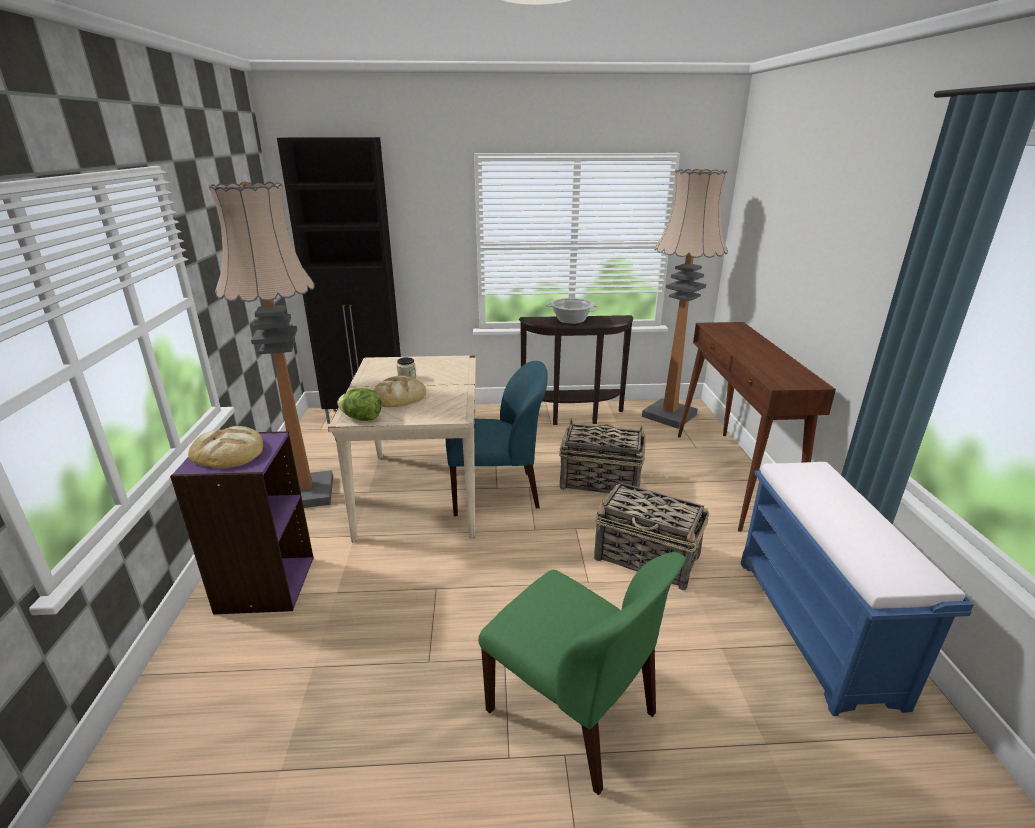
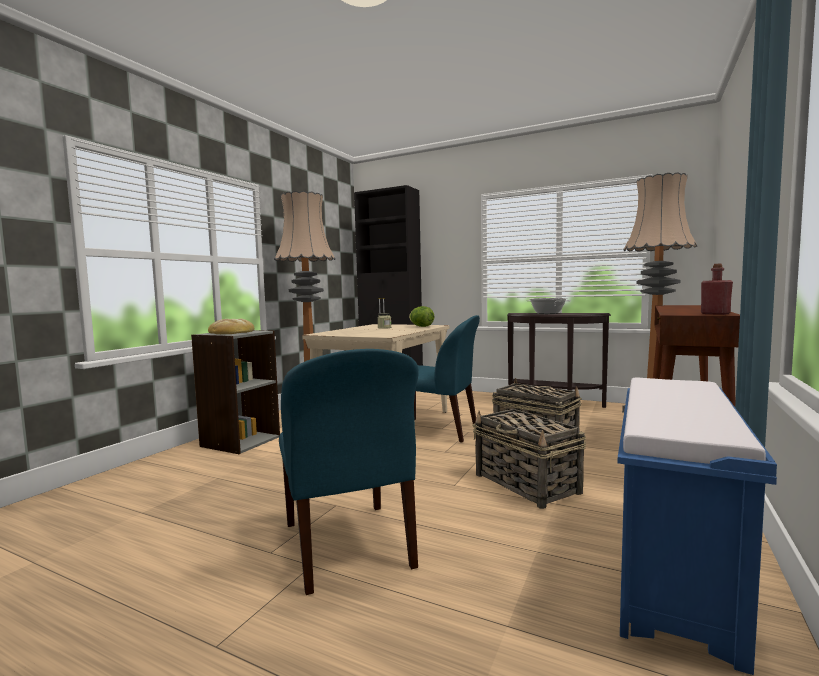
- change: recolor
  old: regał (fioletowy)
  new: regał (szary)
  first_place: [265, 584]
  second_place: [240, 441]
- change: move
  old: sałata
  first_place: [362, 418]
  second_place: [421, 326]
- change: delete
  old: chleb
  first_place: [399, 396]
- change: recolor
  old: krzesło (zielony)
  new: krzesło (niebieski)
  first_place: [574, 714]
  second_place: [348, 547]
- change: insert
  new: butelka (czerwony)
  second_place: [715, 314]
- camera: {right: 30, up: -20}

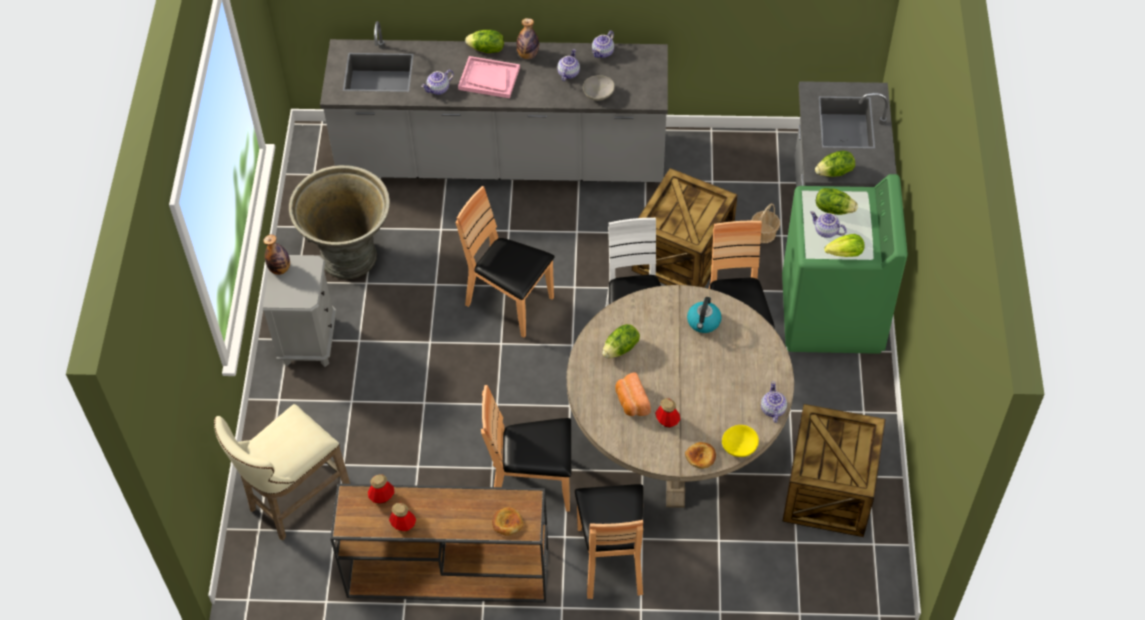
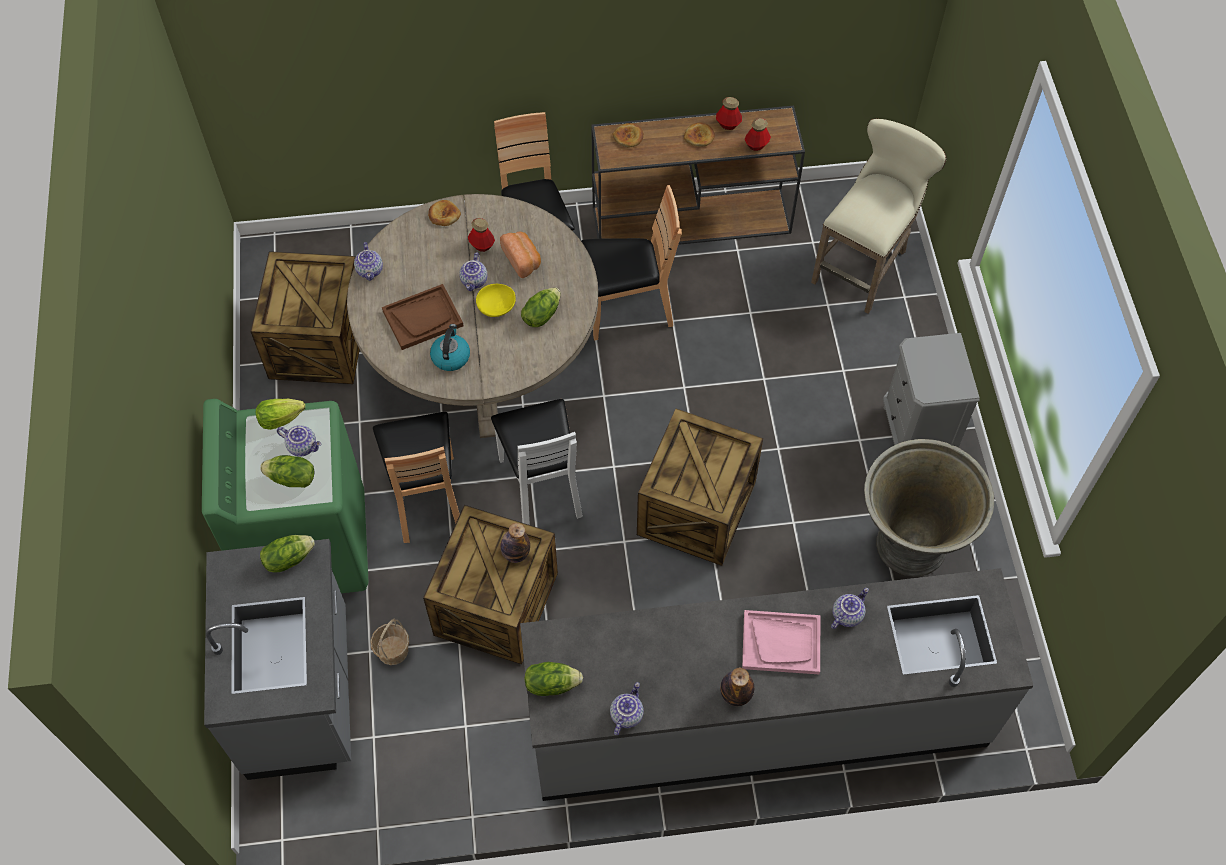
- change: move
  old: butelka
  first_place: [280, 269]
  second_place: [516, 553]
- change: replace
  old: krzesło (brązowy)
  new: skrzynka
  first_place: [509, 303]
  second_place: [698, 509]
- change: move
  old: sałata
  first_place: [486, 49]
  second_place: [551, 683]
- change: move
  old: imbryk
  first_place: [568, 73]
  second_place: [474, 281]
- change: delete
  old: miska (szary)
  first_place: [598, 94]
- change: move
  old: miska (żółty)
  first_place: [739, 447]
  second_place: [496, 307]
- change: insert
  new: taca (brązowy)
  second_place: [423, 318]
- change: insert
  new: chleb
  second_place: [699, 136]
- camera: {right: 170, up: 5}

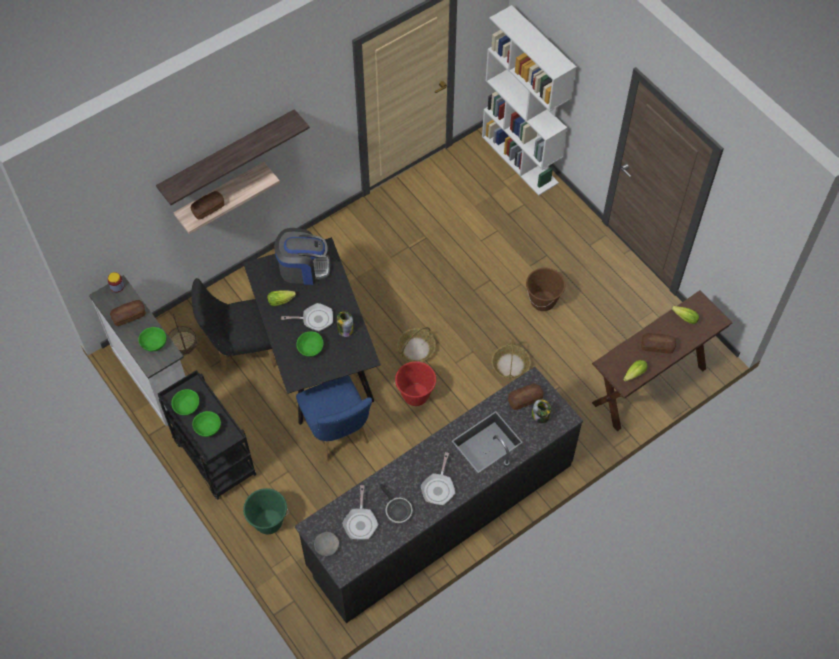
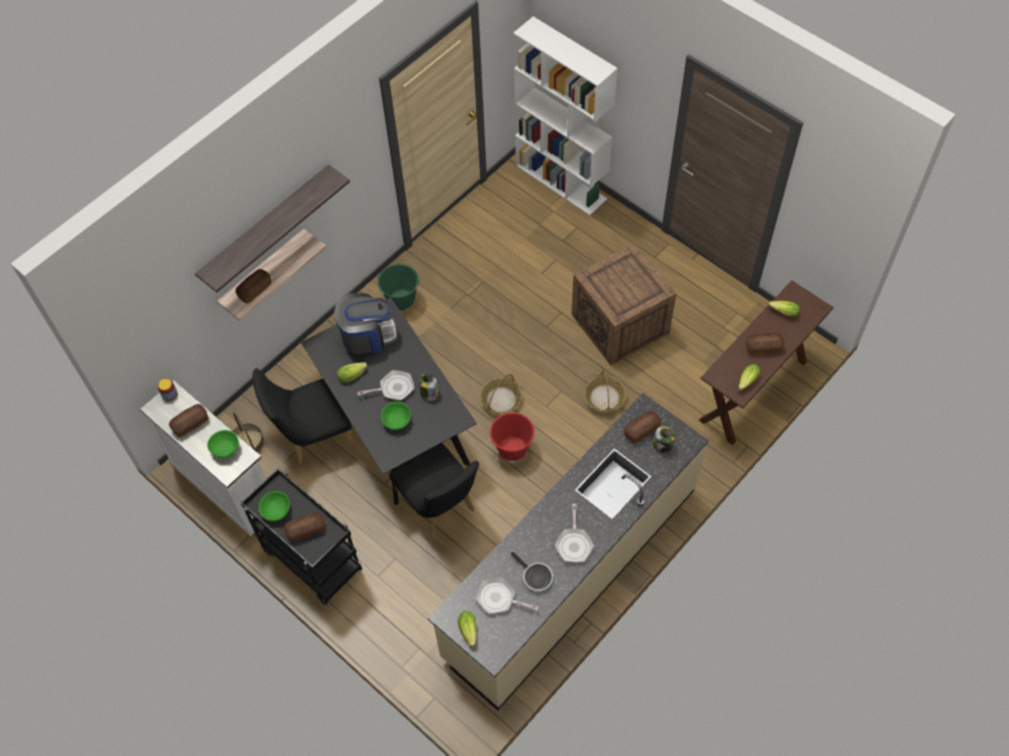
- change: replace
  old: miska (zielony)
  new: chleb
  first_place: [208, 428]
  second_place: [305, 530]
- change: move
  old: wiadro (zielony)
  first_place: [268, 522]
  second_place: [401, 300]
- change: recolor
  old: zabudowa kuchenna (czarny)
  new: zabudowa kuchenna (beżowy)
  first_place: [440, 515]
  second_place: [570, 571]
- change: recolor
  old: krzesło (niebieski)
  new: krzesło (czarny)
  first_place: [338, 434]
  second_place: [440, 507]
- change: replace
  old: miska (szary)
  new: sałata
  first_place: [327, 545]
  second_place: [469, 632]
- change: rotate
  old: patelnia
  first_place: [360, 522]
  second_place: [499, 598]
  degrees: 120
- change: replace
  old: wiadro (brązowy)
  new: skrzynka
  first_place: [543, 301]
  second_place: [621, 324]
- camera: {right: -10, up: 0}

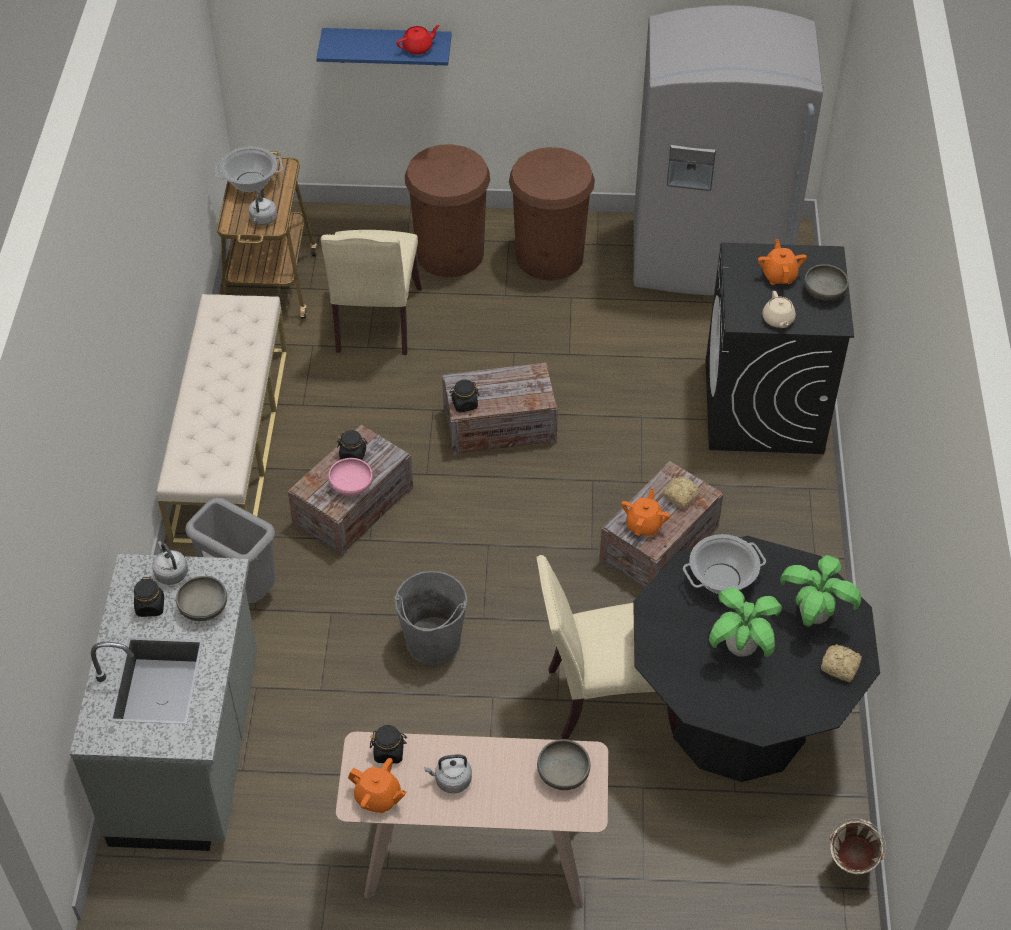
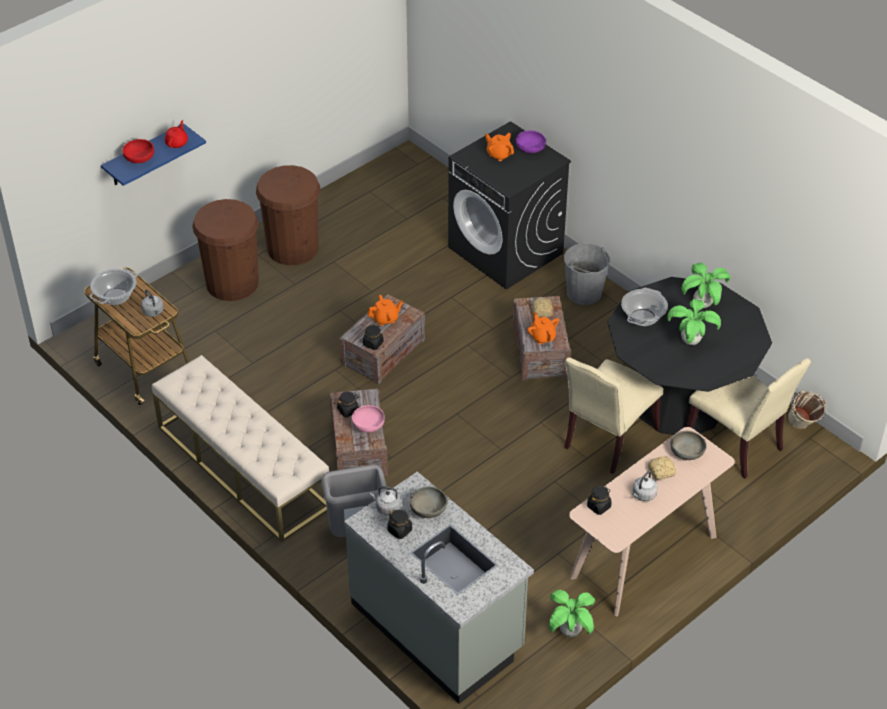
- change: move
  old: krzesło (beżowy)
  first_place: [375, 324]
  second_place: [737, 444]
- change: move
  old: imbryk (pomarańczowy)
  first_place: [378, 798]
  second_place: [385, 319]
- change: move
  old: wiadro (szary)
  first_place: [433, 642]
  second_place: [584, 293]
- change: delete
  old: lodówka (szary)
  first_place: [709, 258]
- change: delete
  old: imbryk (beżowy)
  first_place: [778, 320]
- change: recolor
  old: miska (szary)
  new: miska (fioletowy)
  first_place: [824, 292]
  second_place: [530, 149]
- change: move
  old: chleb
  first_place: [841, 667]
  second_place: [662, 471]
- change: insert
  new: miska (czerwony)
  second_place: [139, 158]
- change: insert
  new: roślina doniczkowa
  second_place: [570, 631]
- camera: {right: -45, up: -5}

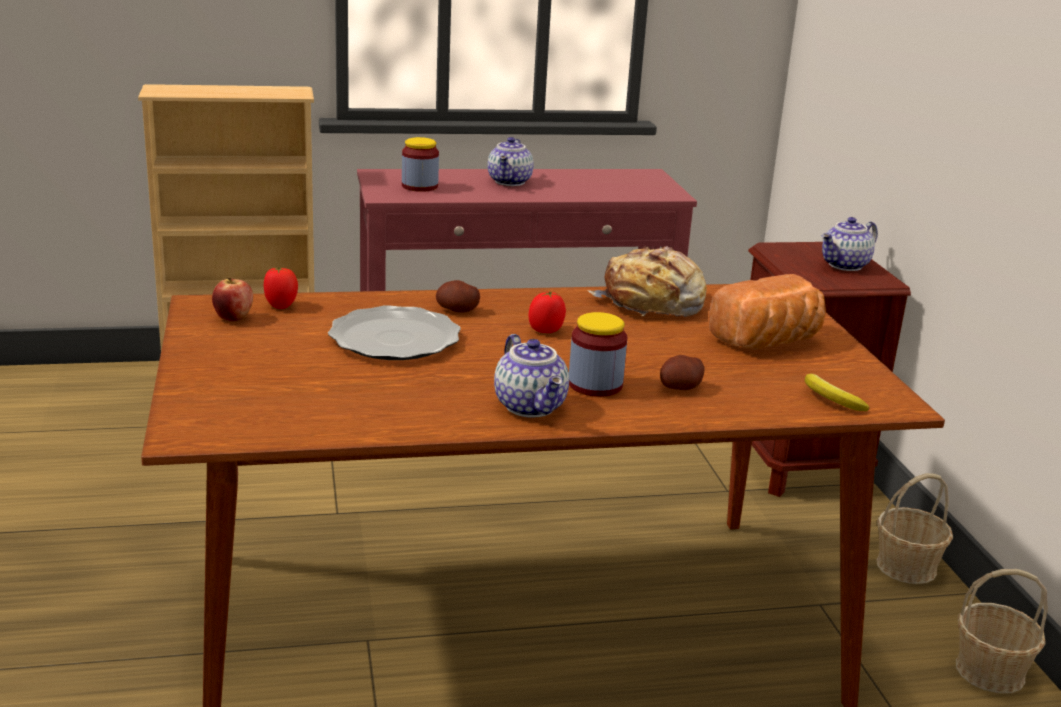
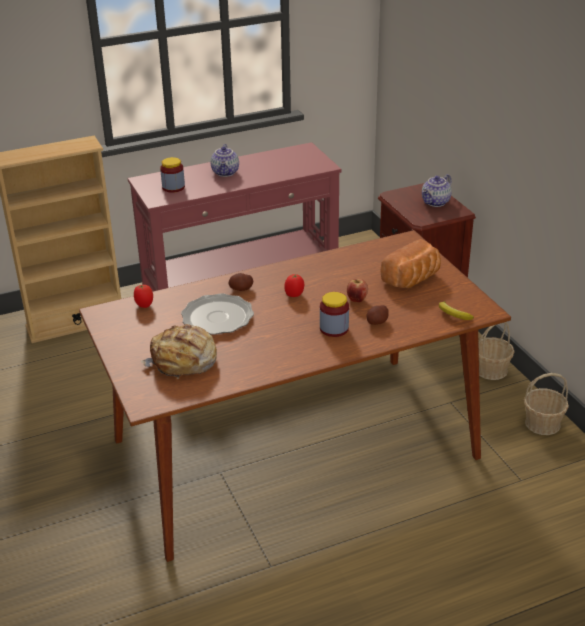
- change: move
  old: jabłko
  first_place: [233, 318]
  second_place: [357, 300]
- change: delete
  old: imbryk
  first_place: [532, 407]
- change: move
  old: chleb
  first_place: [652, 304]
  second_place: [183, 361]
- camera: {right: -10, up: 10}

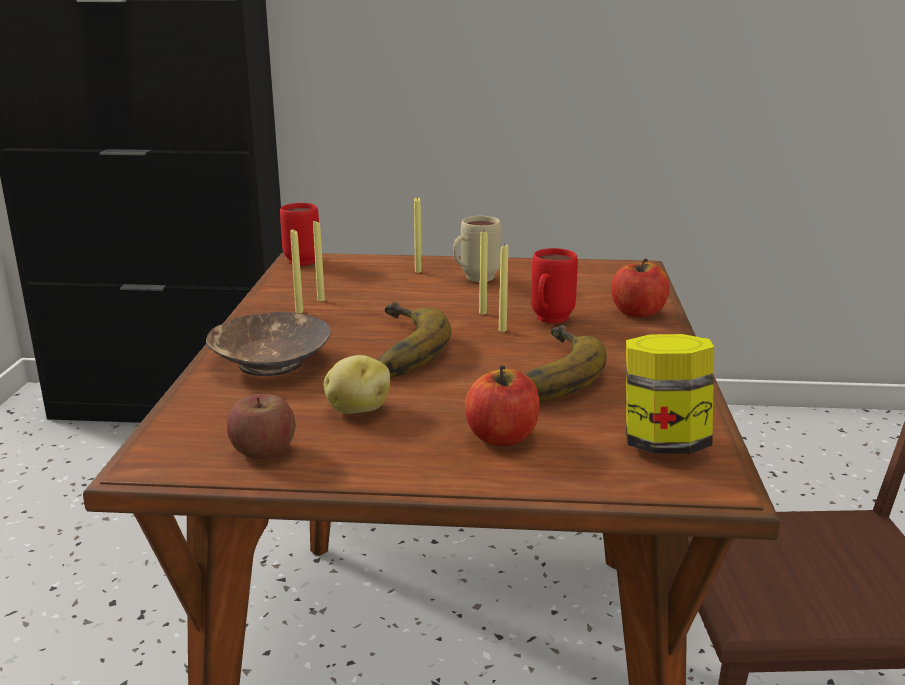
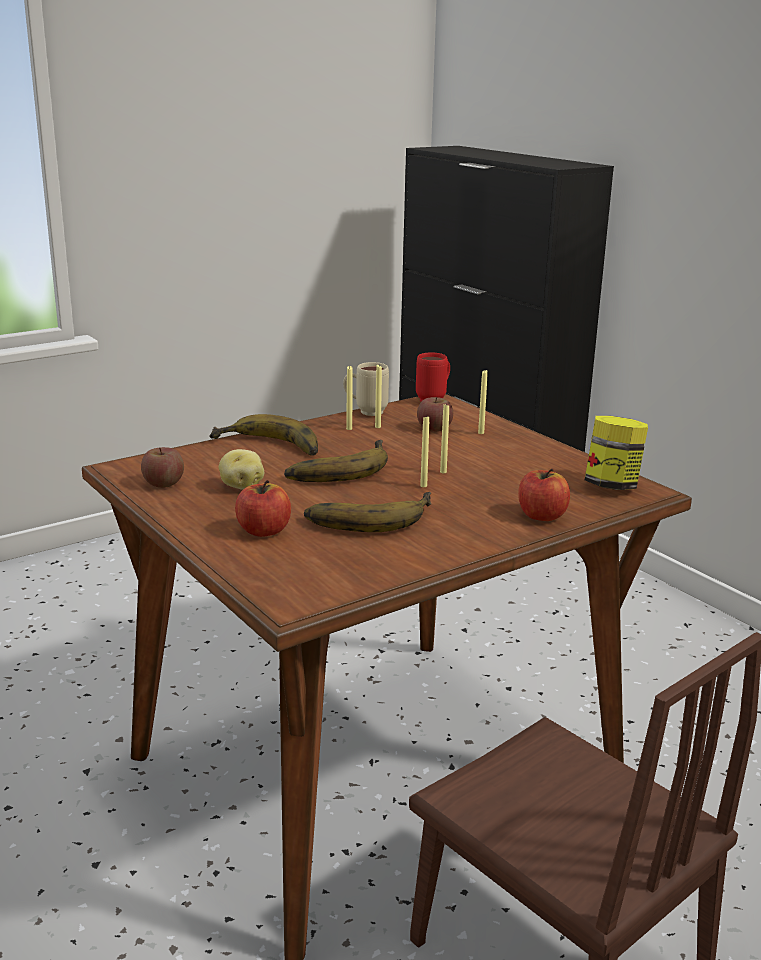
- change: replace
  old: miska (brązowy)
  new: banan
  first_place: [270, 362]
  second_place: [267, 447]
- change: move
  old: kubek (beżowy)
  first_place: [474, 280]
  second_place: [365, 412]
- change: delete
  old: kubek (czerwony)
  first_place: [548, 321]
- change: move
  old: słoik
  first_place: [663, 443]
  second_place: [612, 485]
- change: insert
  new: jabłko
  second_place: [434, 428]
- camera: {right: 50, up: 0}

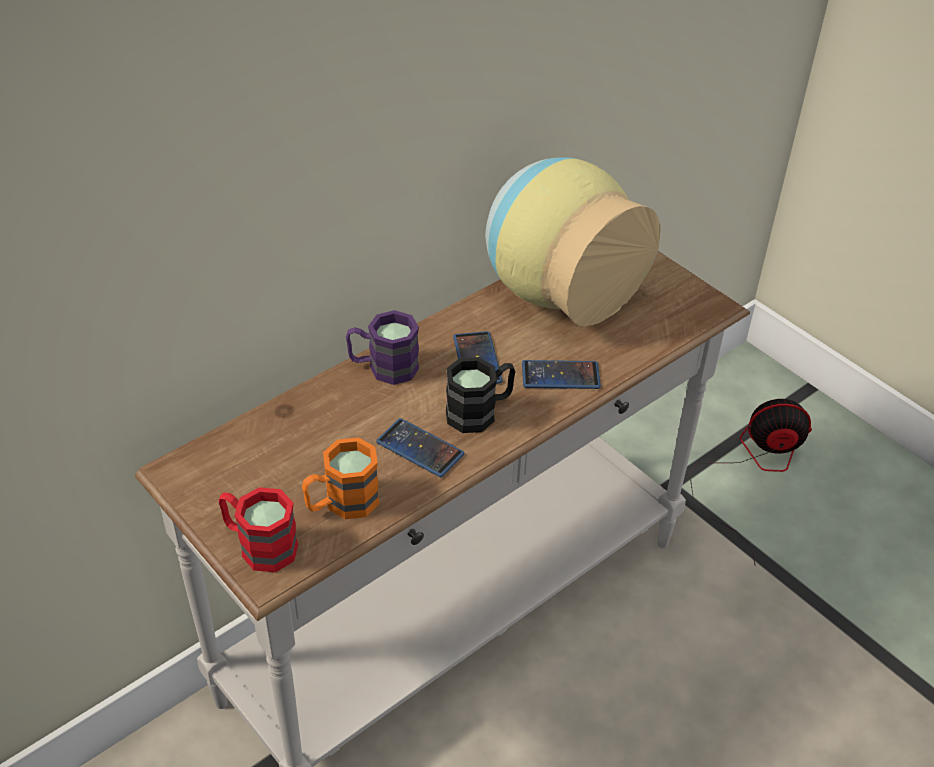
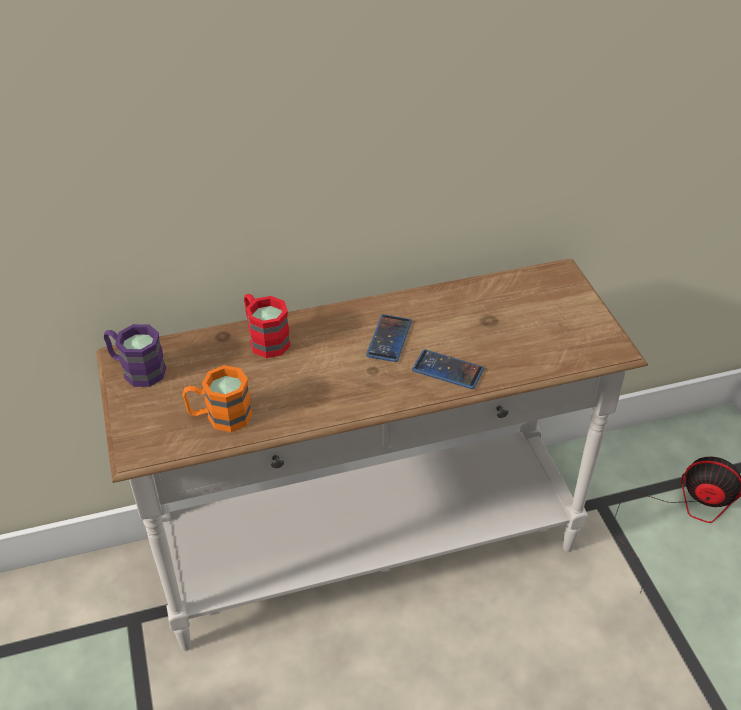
- change: move
  old: kubek (czerwony)
  first_place: [259, 545]
  second_place: [265, 339]
- change: move
  old: kubek (fioletowy)
  first_place: [383, 367]
  second_place: [137, 369]
- change: delete
  old: telefon
  first_place: [420, 448]
- change: delete
  old: kubek (czarny)
  first_place: [480, 411]
- change: delete
  old: wazon
  first_place: [557, 291]
- camera: {right: 25, up: 0}

